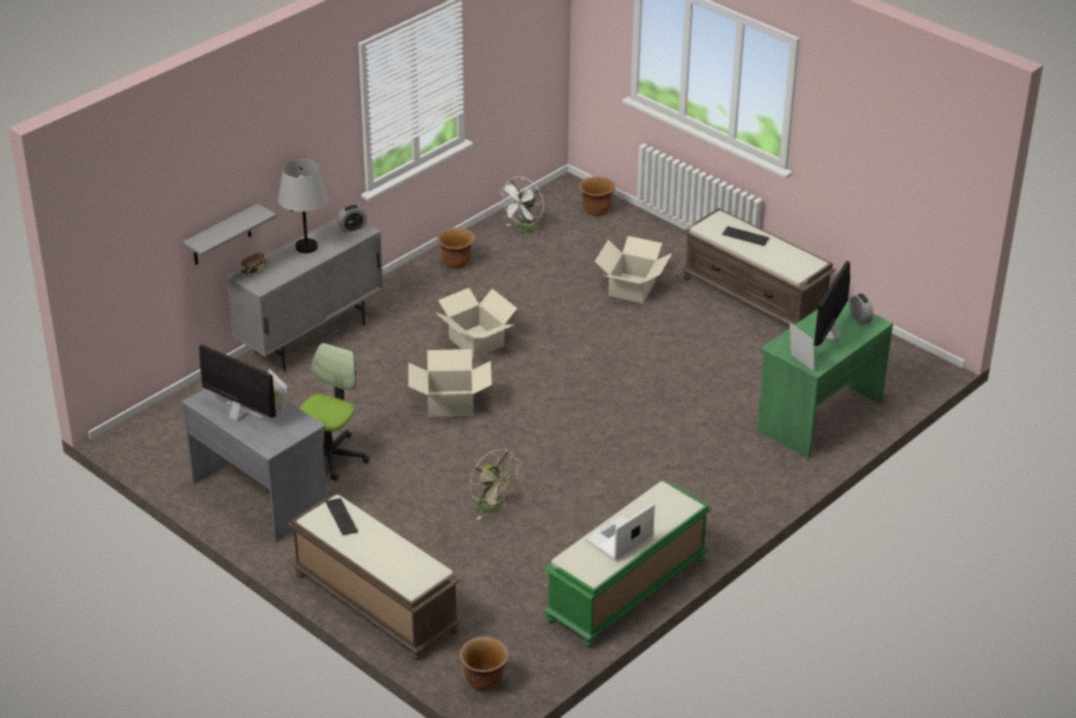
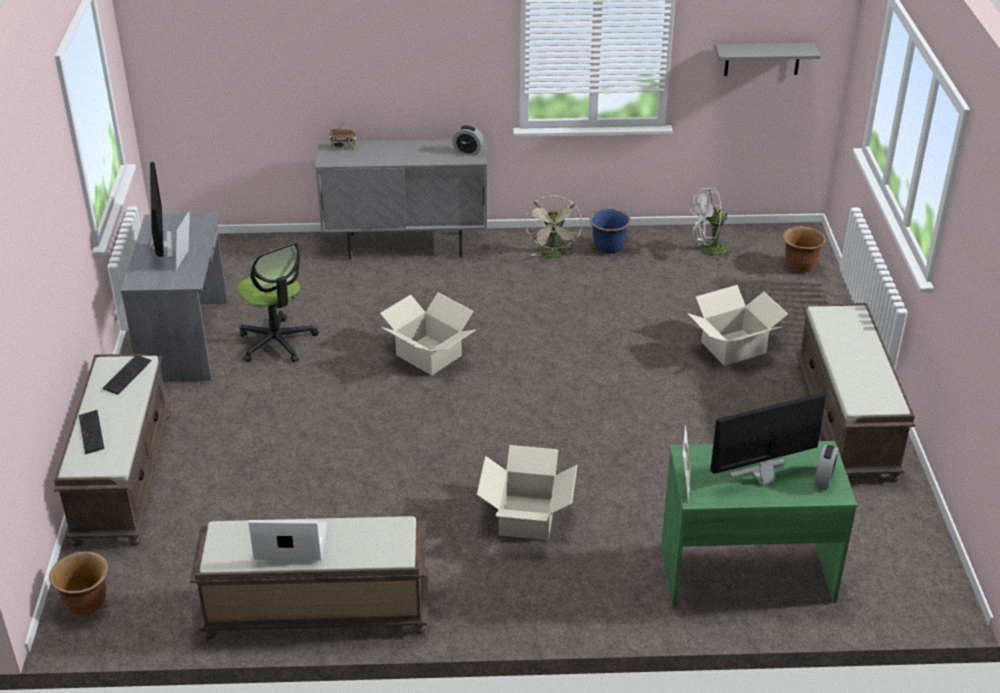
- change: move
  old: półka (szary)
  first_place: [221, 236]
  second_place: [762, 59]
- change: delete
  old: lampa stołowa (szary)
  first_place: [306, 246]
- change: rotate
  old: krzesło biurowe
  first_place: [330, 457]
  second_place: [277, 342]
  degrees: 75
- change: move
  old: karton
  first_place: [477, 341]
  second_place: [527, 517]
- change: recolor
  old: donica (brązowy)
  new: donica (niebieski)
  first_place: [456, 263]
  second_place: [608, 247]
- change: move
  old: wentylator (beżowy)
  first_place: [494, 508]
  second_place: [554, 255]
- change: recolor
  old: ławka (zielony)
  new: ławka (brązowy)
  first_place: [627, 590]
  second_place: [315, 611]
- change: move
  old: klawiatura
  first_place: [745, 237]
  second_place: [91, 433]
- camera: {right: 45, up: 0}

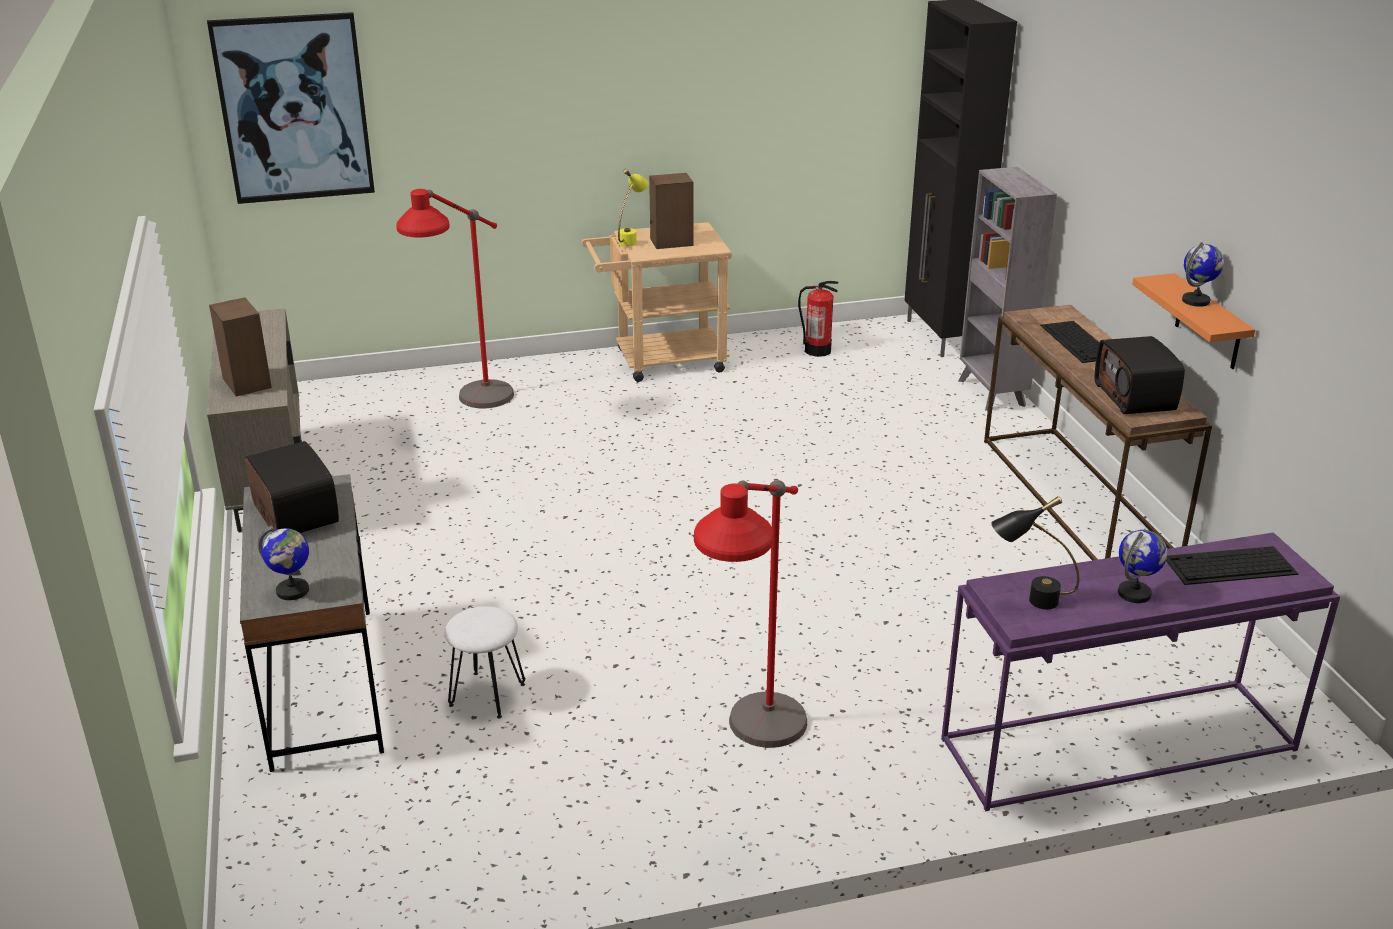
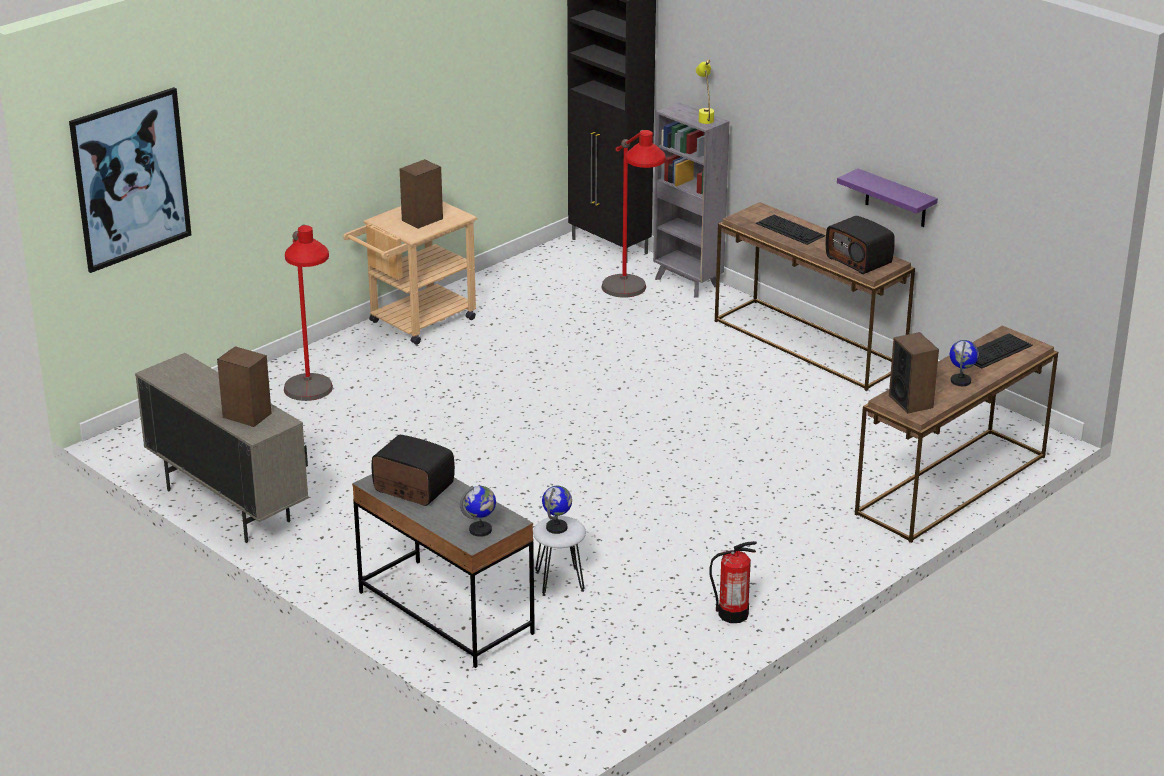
- change: move
  old: lampa stołowa (żółty)
  first_place: [631, 240]
  second_place: [704, 117]
- change: move
  old: lampa stojąca (czerwony)
  first_place: [753, 757]
  second_place: [631, 301]
- change: move
  old: gaśnica
  first_place: [817, 350]
  second_place: [732, 614]
- change: recolor
  old: stolik konsolowy (fioletowy)
  new: stolik konsolowy (brązowy)
  first_place: [1117, 746]
  second_place: [952, 486]
- change: replace
  old: lampa stołowa (czarny)
  new: głośnik
  first_place: [1029, 600]
  second_place: [911, 401]
- change: recolor
  old: półka (pomarańczowy)
  new: półka (fioletowy)
  first_place: [1208, 323]
  second_place: [896, 199]
- change: move
  old: globus
  first_place: [1196, 301]
  second_place: [557, 527]
- camera: {right: -30, up: 0}

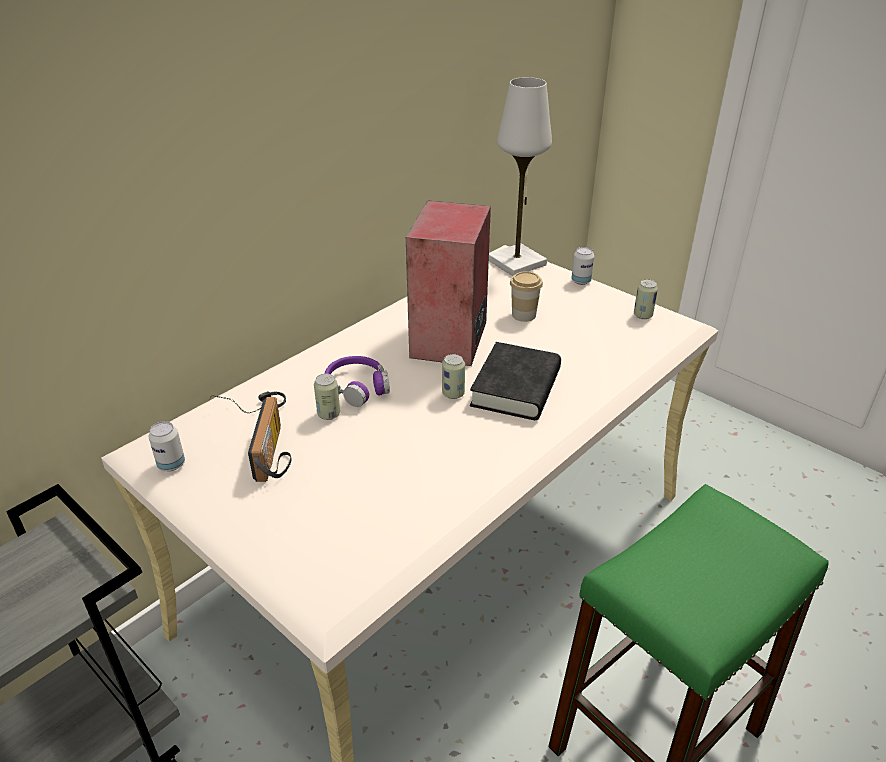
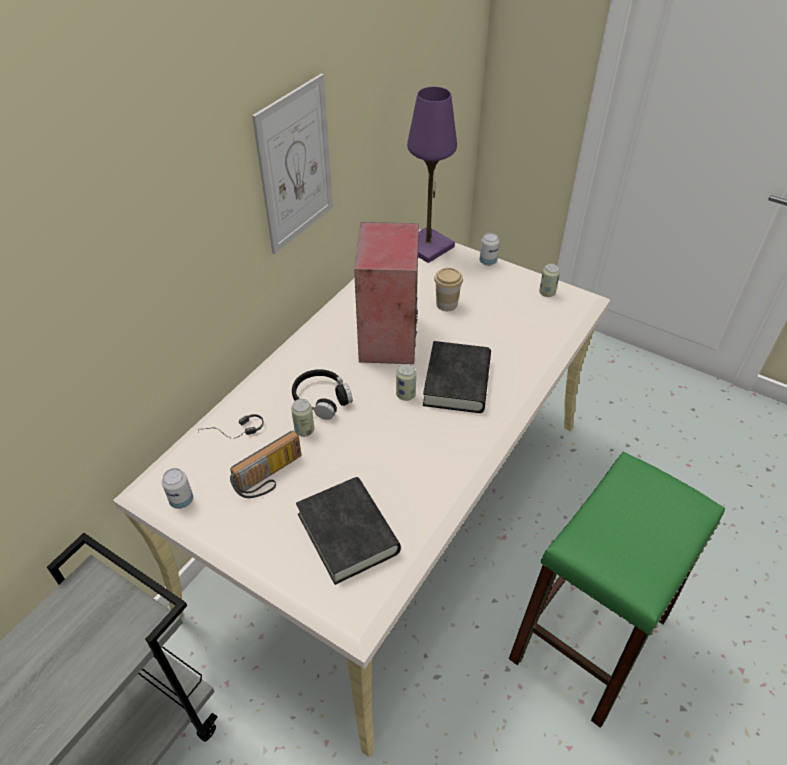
- change: rotate
  old: radio
  first_place: [276, 455]
  second_place: [271, 477]
  degrees: 60
- change: recolor
  old: słuchawki (fioletowy)
  new: słuchawki (czarny)
  first_place: [357, 387]
  second_place: [321, 399]
- change: recolor
  old: lampa stołowa (biały)
  new: lampa stołowa (fioletowy)
  first_place: [516, 262]
  second_place: [427, 246]
- change: insert
  new: obraz
  second_place: [295, 166]
- change: insert
  new: książka (czarny)
  second_place: [348, 533]
- camera: {right: -10, up: 10}

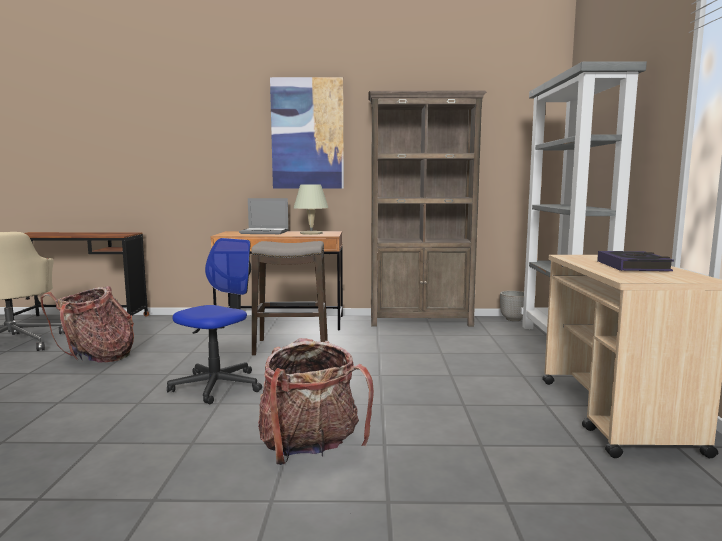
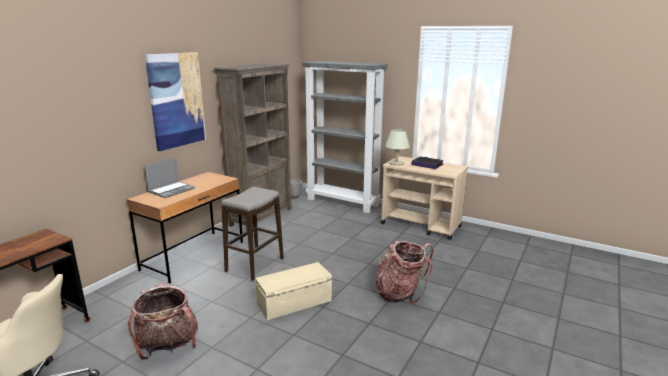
- change: replace
  old: krzesło biurowe
  new: pojemnik do przechowywania (beżowy)
  first_place: [217, 386]
  second_place: [294, 302]
- change: move
  old: lampa stołowa (beżowy)
  first_place: [311, 233]
  second_place: [396, 163]
- camera: {right: -60, up: 10}

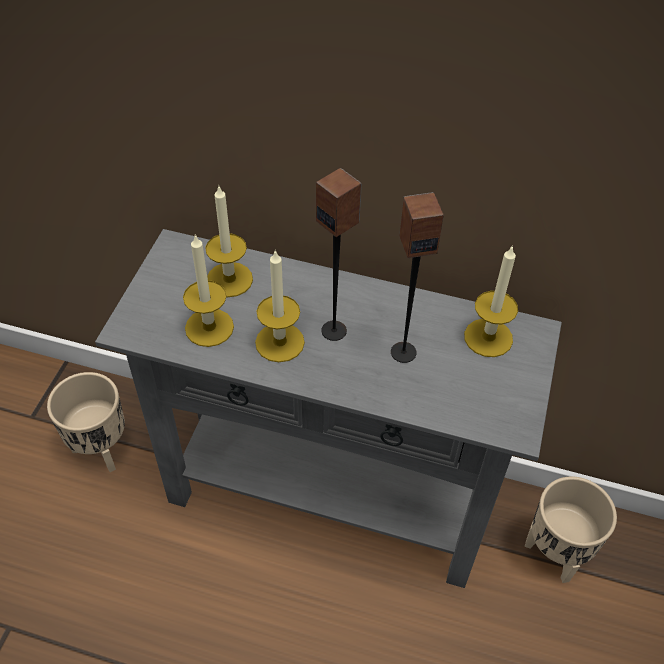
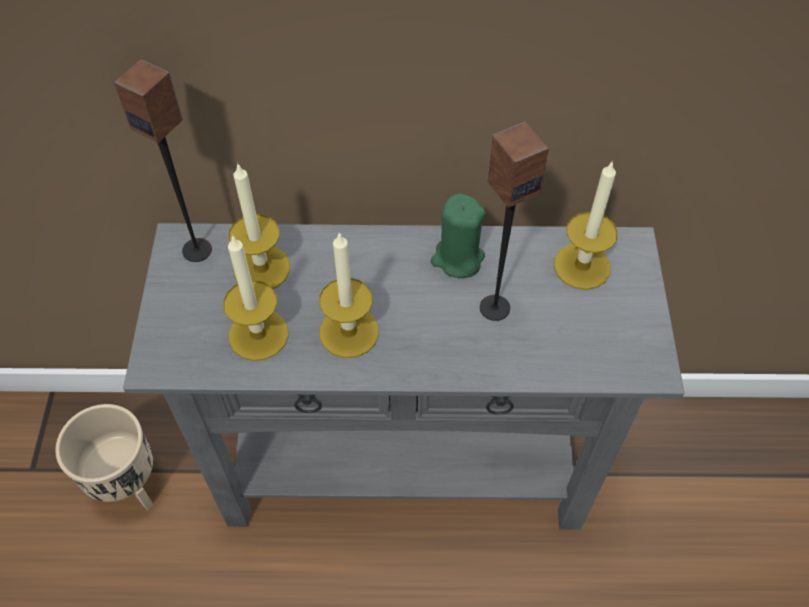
- change: move
  old: głośnik
  first_place: [334, 330]
  second_place: [197, 249]
- change: delete
  old: donica (beżowy)
  first_place: [556, 553]
- change: insert
  new: świeca (zielony)
  second_place: [457, 259]
- camera: {right: -15, up: 5}

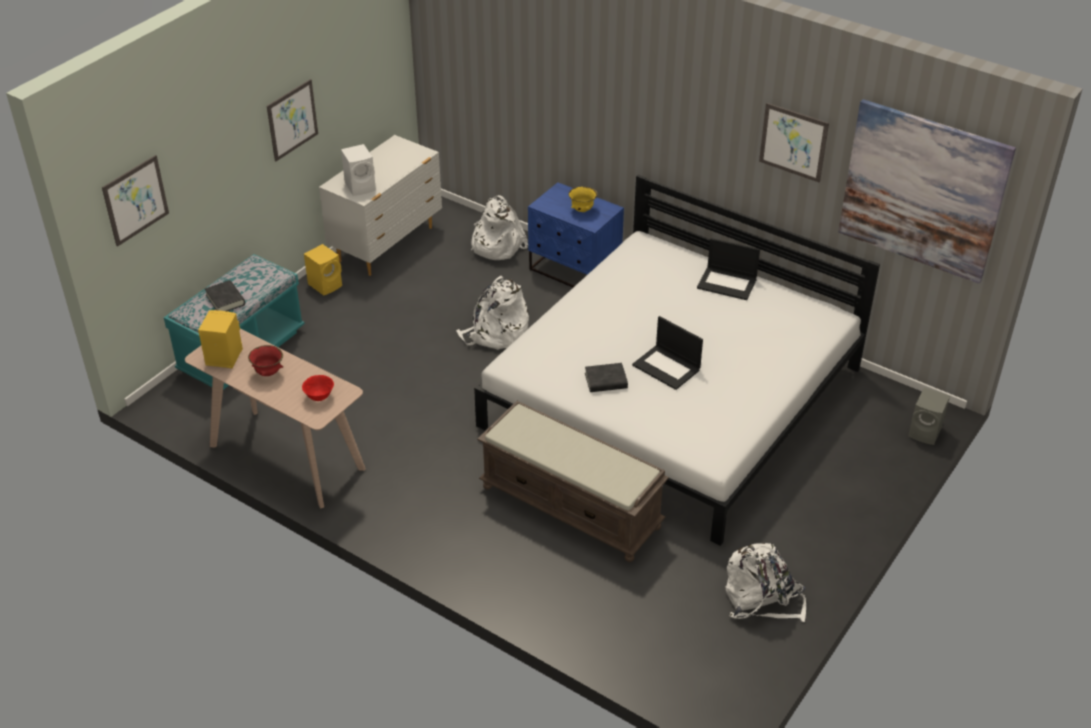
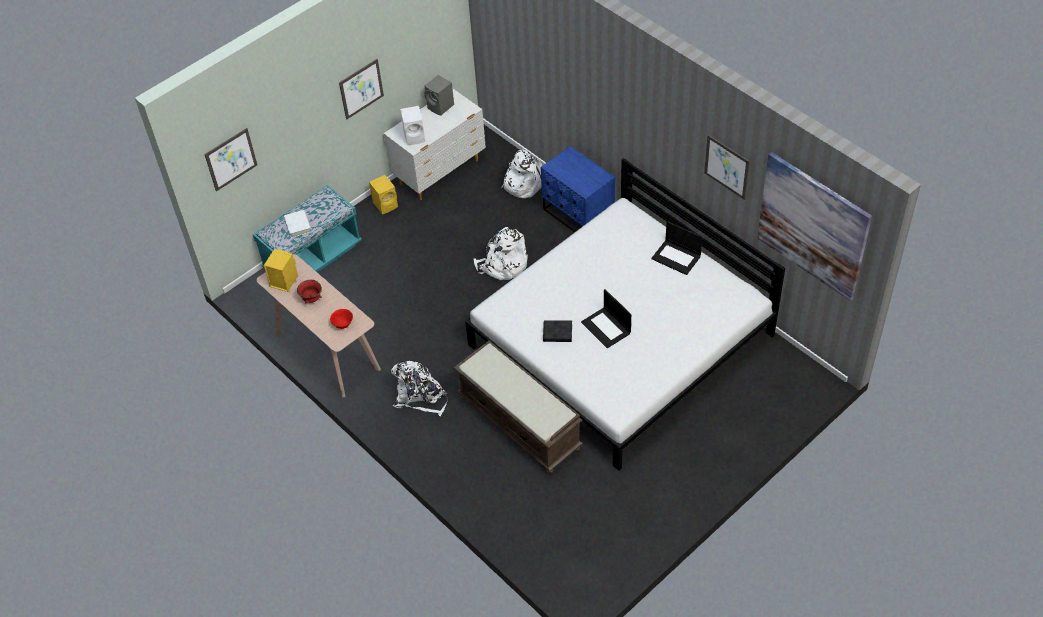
- change: recolor
  old: książka (czarny)
  new: książka (biały)
  first_place: [225, 300]
  second_place: [298, 225]
- change: delete
  old: miska (żółty)
  first_place: [582, 210]
- change: move
  old: plecak (biały)
  first_place: [762, 598]
  second_place: [420, 396]
- change: move
  old: głośnik (szary)
  first_place: [926, 432]
  second_place: [441, 107]
- camera: {right: 15, up: 10}

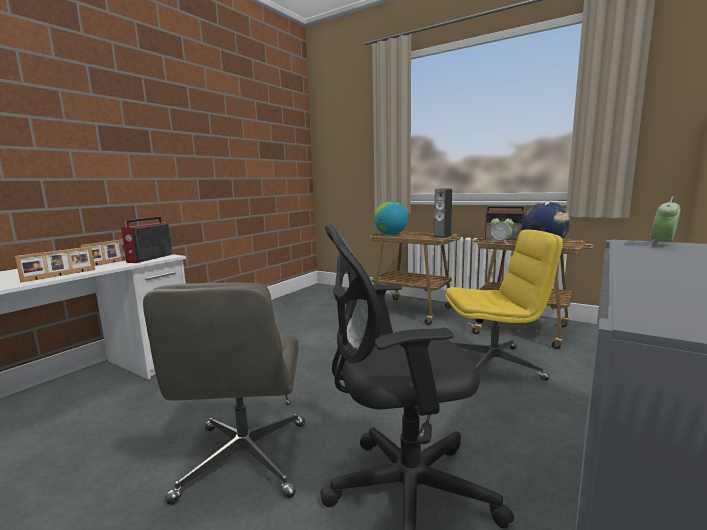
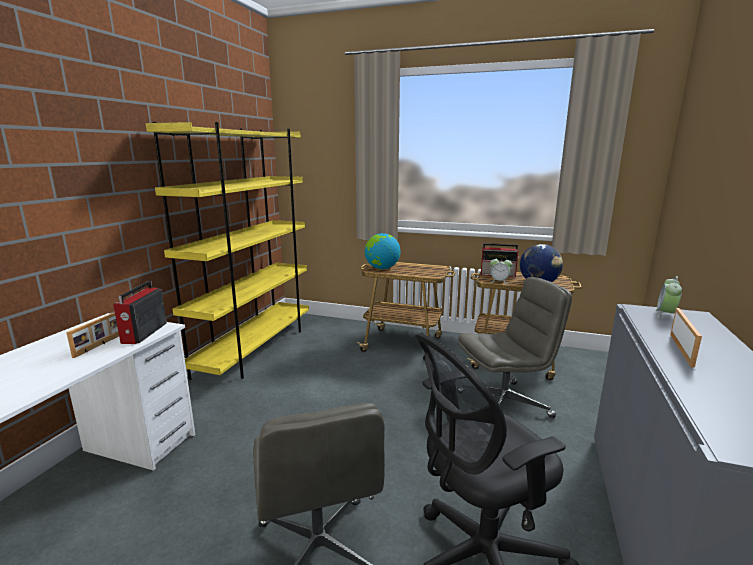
- change: move
  old: ramka na zdjęcie
  first_place: [60, 275]
  second_place: [682, 350]
- change: delete
  old: głośnik
  first_place: [442, 236]
- change: recolor
  old: krzesło biurowe (żółty)
  new: krzesło biurowe (szary)
  first_place: [494, 364]
  second_place: [504, 404]
- change: insert
  new: regał (żółty)
  second_place: [256, 349]
- camera: {right: -15, up: 5}

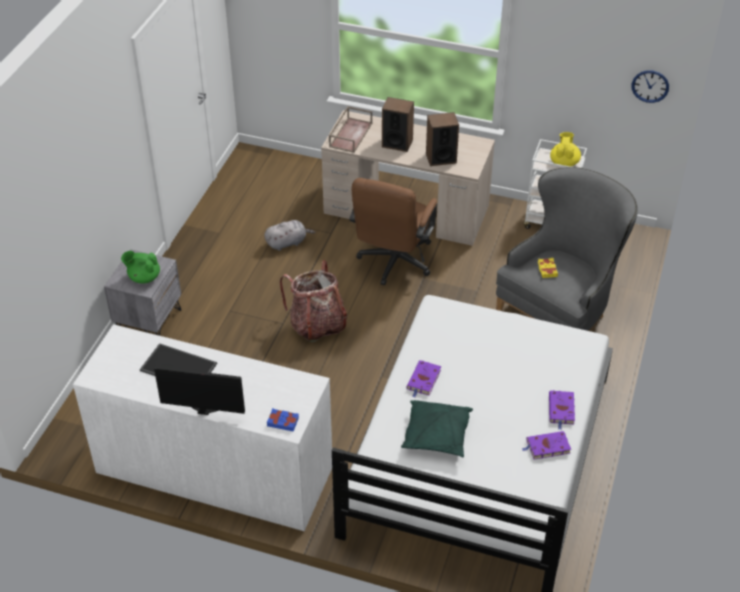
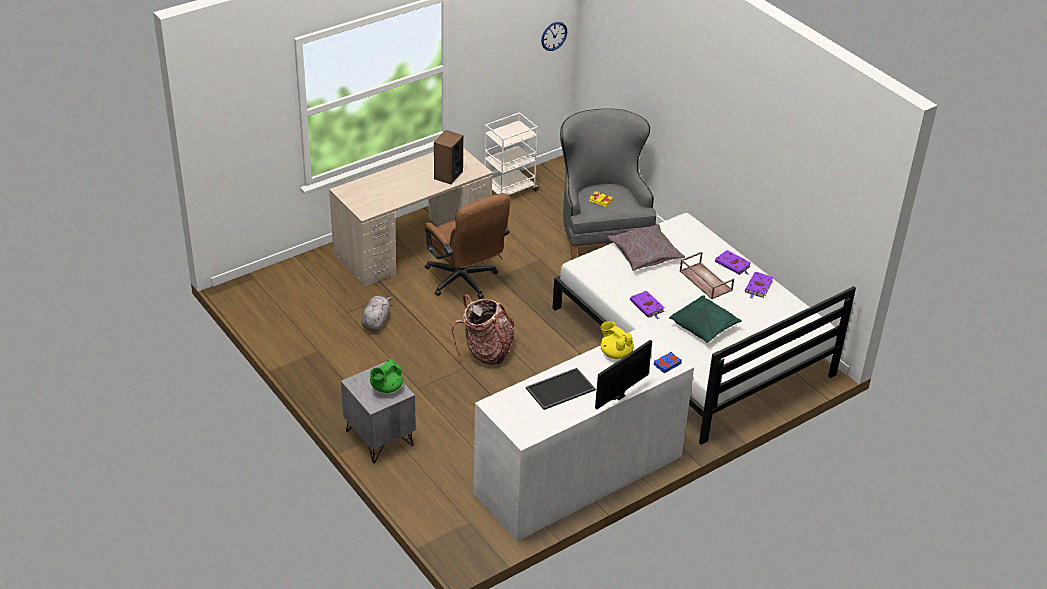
- change: move
  old: taca (brązowy)
  first_place: [350, 134]
  second_place: [705, 280]
- change: delete
  old: głośnik
  first_place: [397, 143]
- change: move
  old: imbryk (żółty)
  first_place: [564, 162]
  second_place: [615, 353]
- change: insert
  new: poduszka (szary)
  second_place: [645, 254]
- camera: {right: -55, up: -5}

